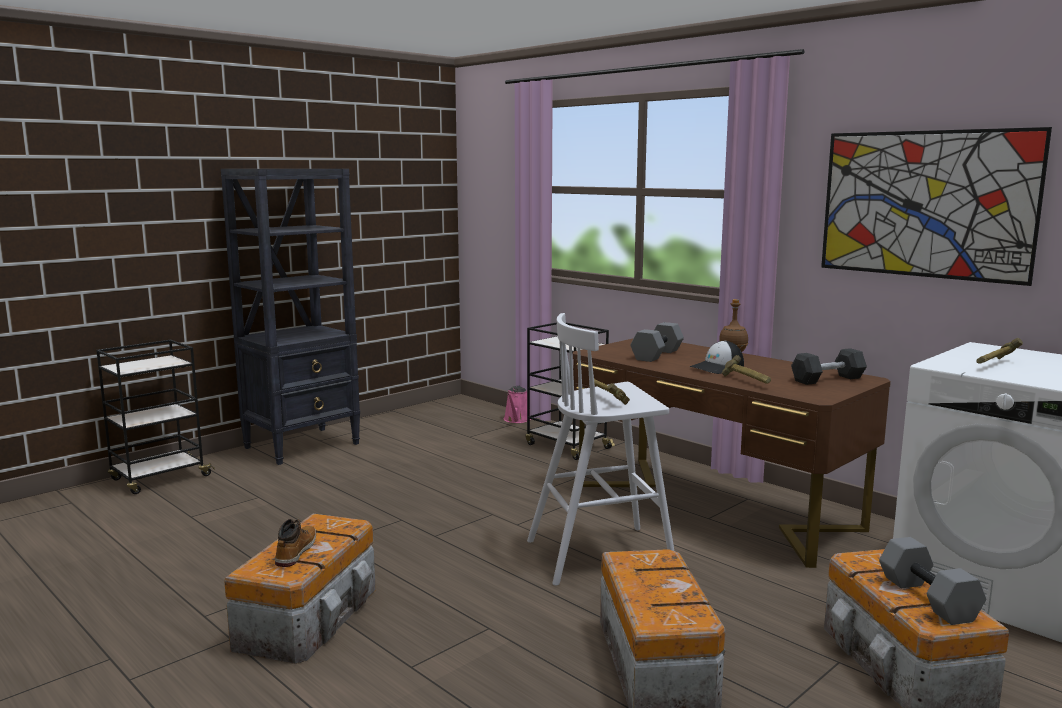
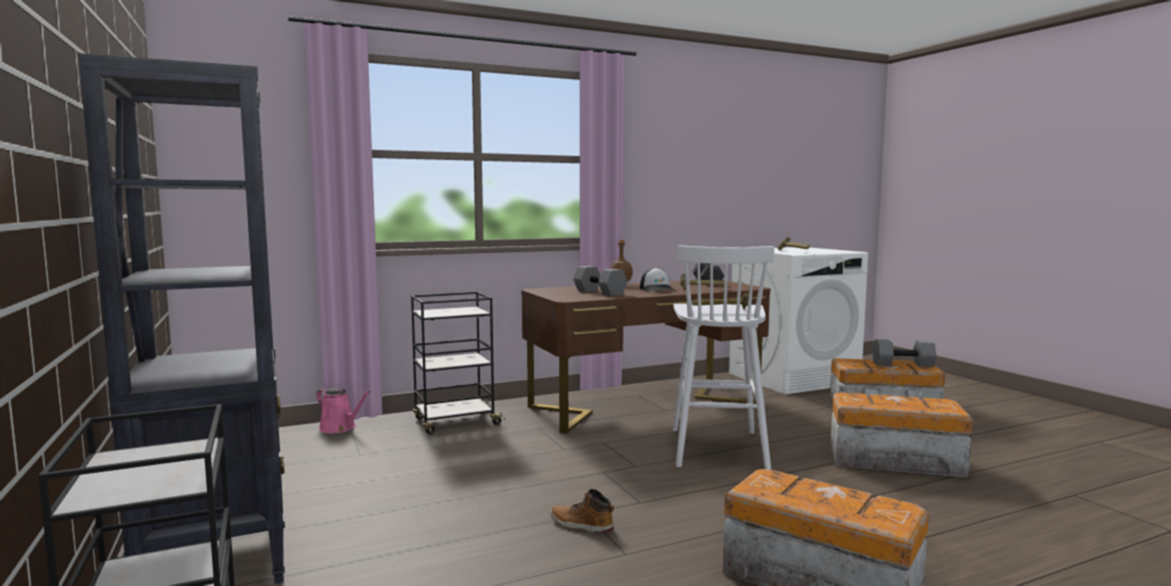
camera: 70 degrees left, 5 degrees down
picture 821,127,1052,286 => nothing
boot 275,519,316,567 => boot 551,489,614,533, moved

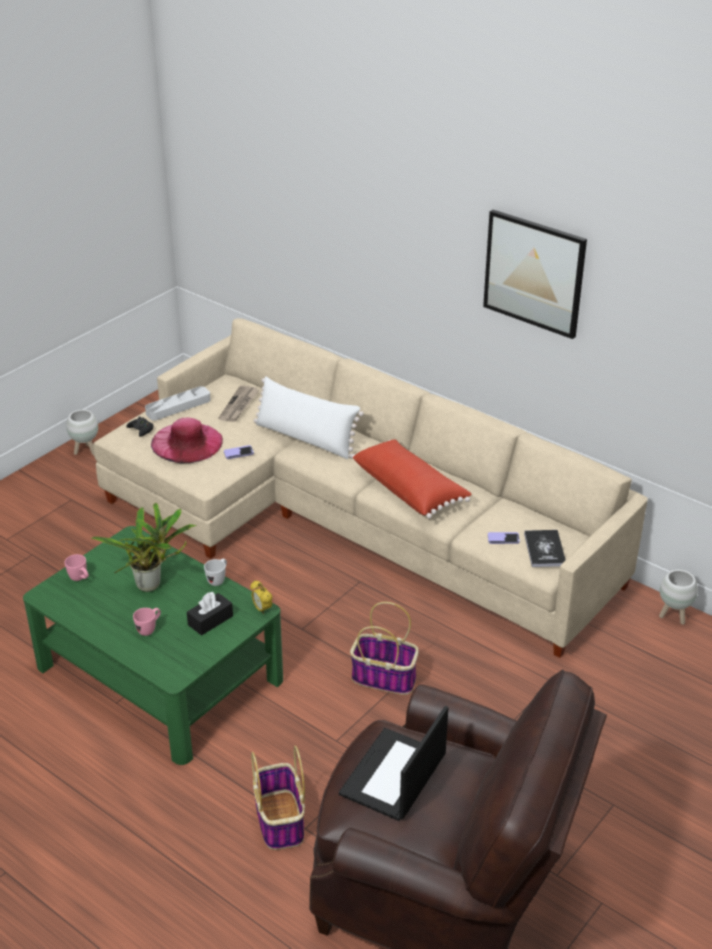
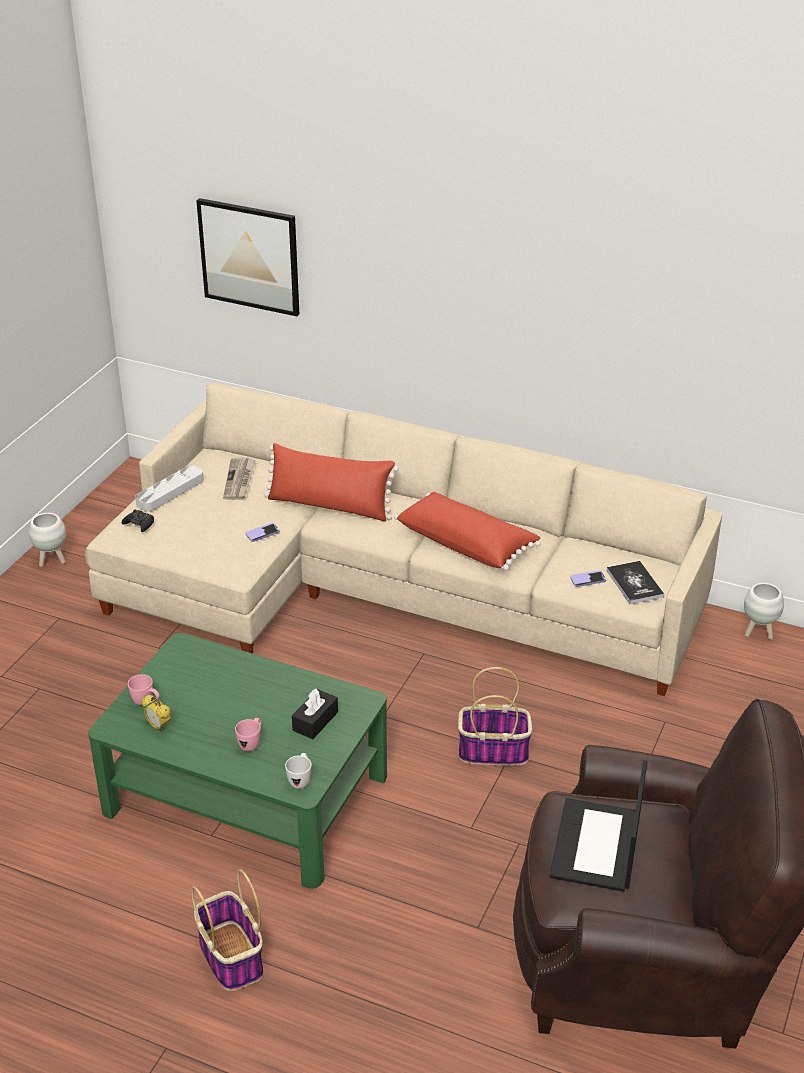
camera: 15 degrees left, 0 degrees up
potted plant 91,503,197,592 => nothing
pink hat 151,418,223,463 => nothing
white mug 204,559,227,586 => white mug 285,753,312,789, moved
alarm clock 250,580,272,615 => alarm clock 142,695,171,732, moved
basket 251,746,305,850 => basket 191,869,263,991, moved
picture 483,210,587,339 => picture 196,198,299,316, moved
white pillow 253,376,364,459 => red pillow 264,443,399,522

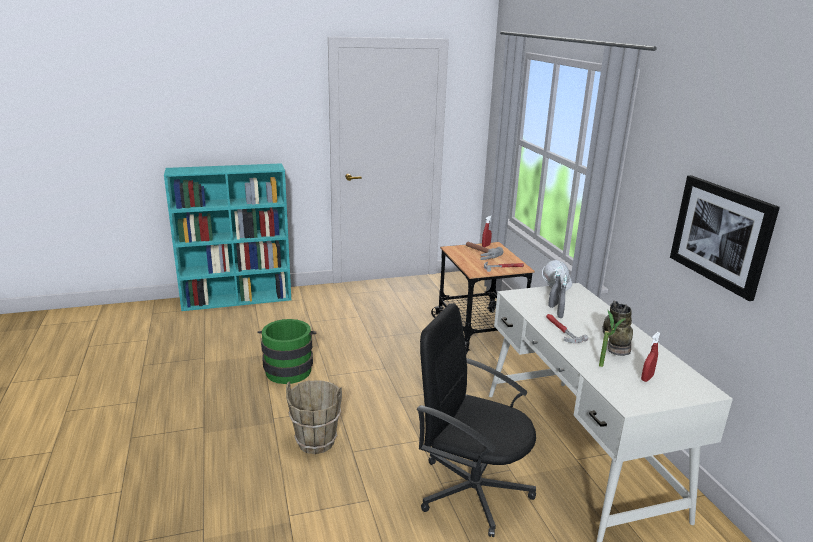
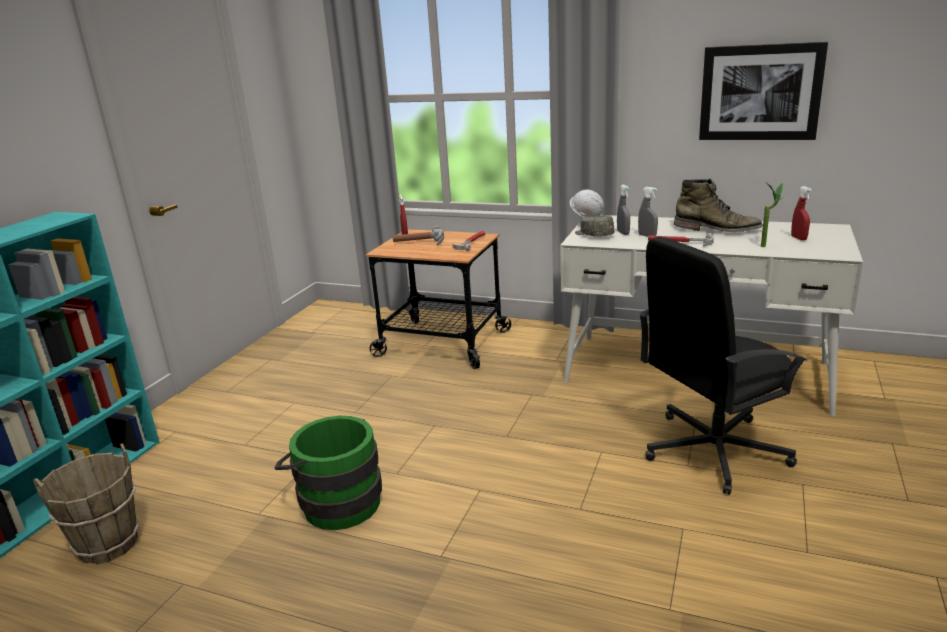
camera: 50 degrees left, 0 degrees up
nothing => grey cap 575,215,614,237
brown bucket 286,380,342,454 => brown bucket 33,443,139,565, moved
green boot 603,301,633,356 => green boot 674,179,763,232, 150 degrees clockwise

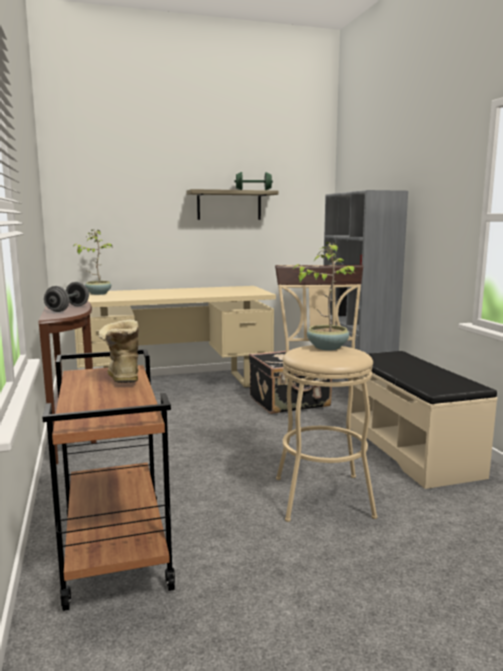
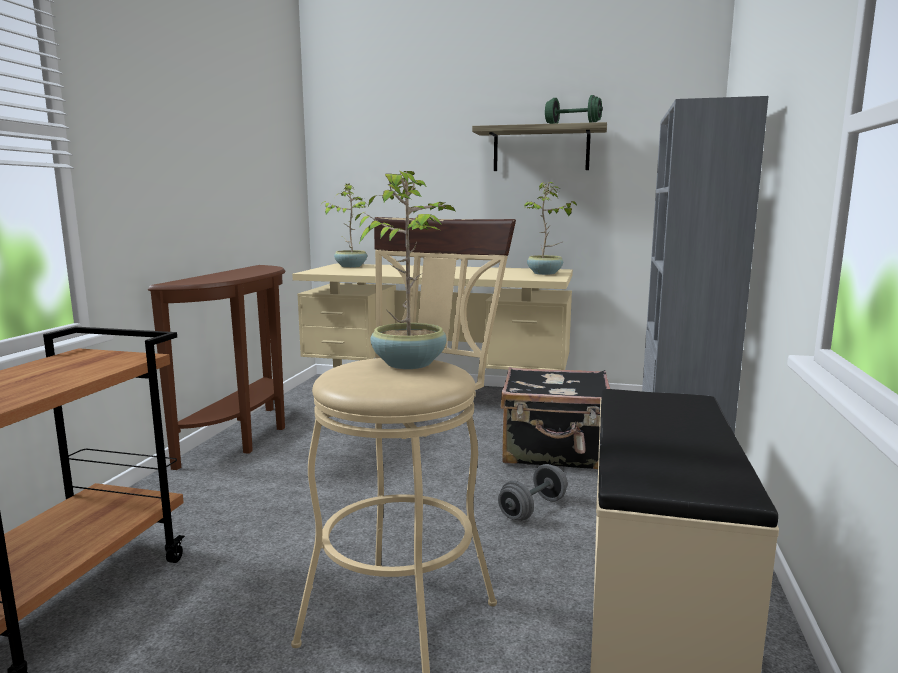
camera: 30 degrees right, 0 degrees up
boot 98,320,139,383 => nothing
nothing => potted plant 524,182,577,275
grey dumbbell 44,282,89,312 => grey dumbbell 498,464,567,521, moved

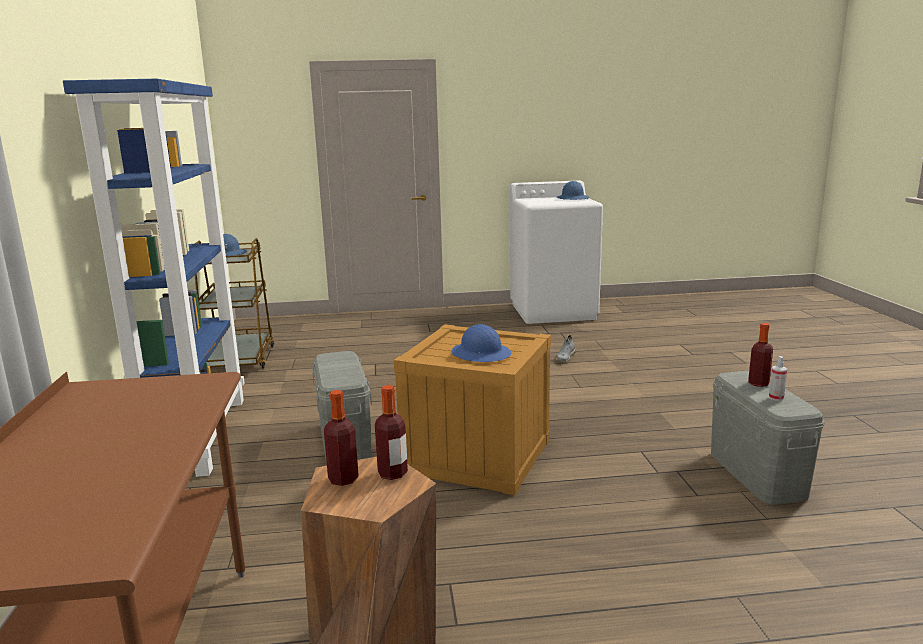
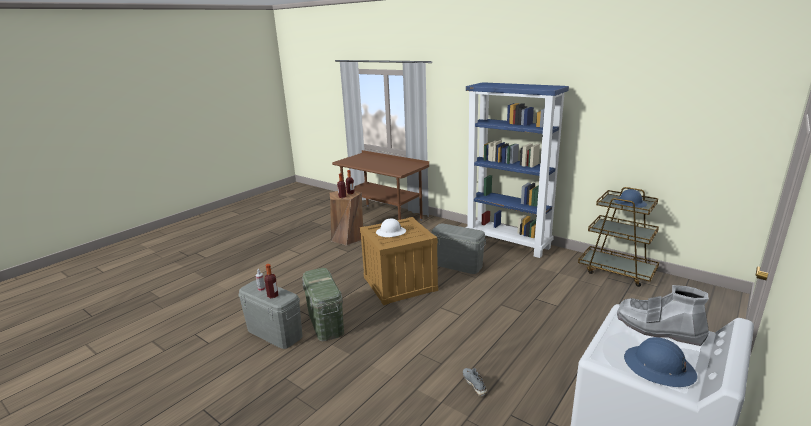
camera: 135 degrees right, 5 degrees up
nothing => green storage box 302,268,344,342
nothing => grey boot 617,285,709,346
blue hard hat 451,324,511,362 => white hard hat 376,218,406,237

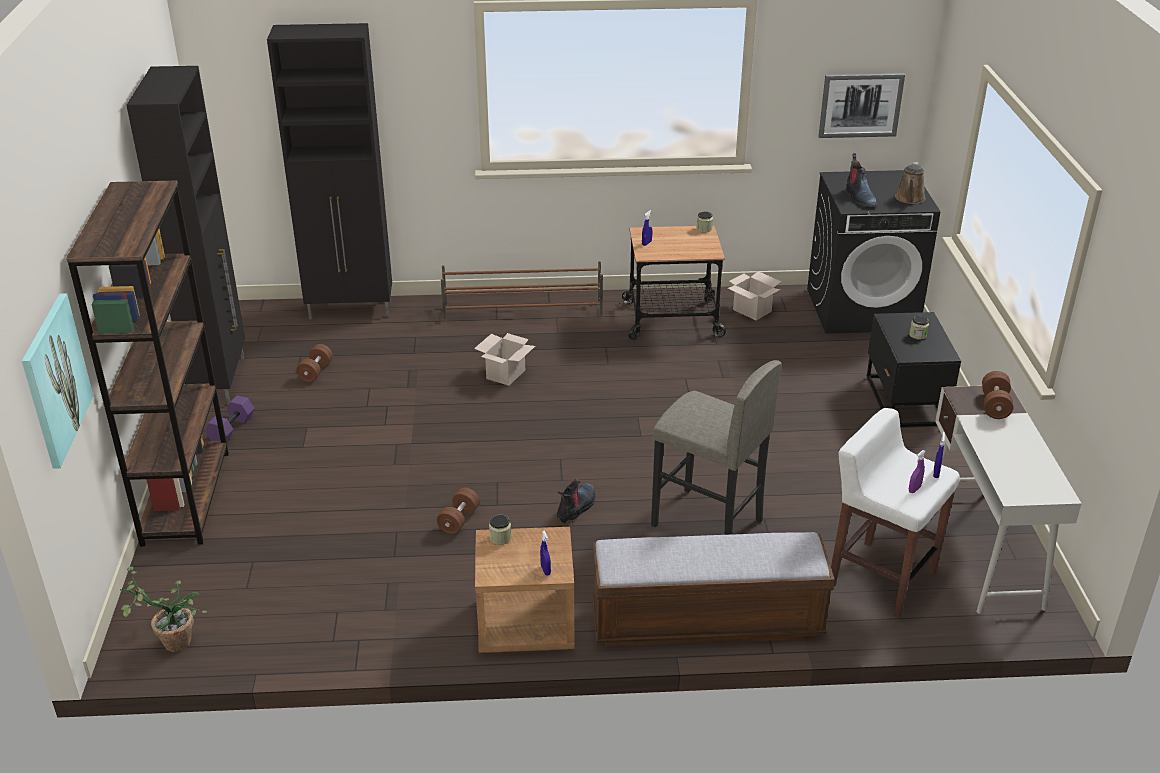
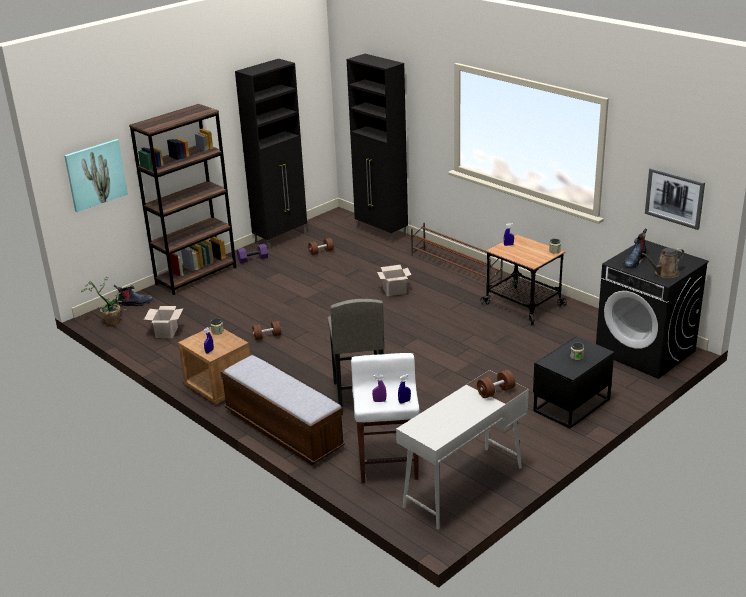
camera: 50 degrees right, 5 degrees down
boot 557,479,596,523 => boot 114,285,153,306, moved
cardboard box 727,271,781,320 => cardboard box 144,306,183,338, moved

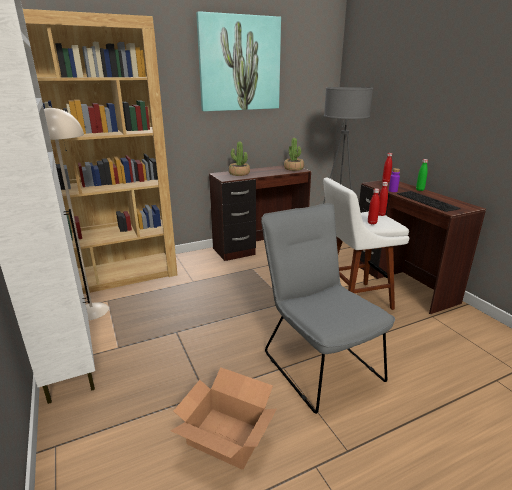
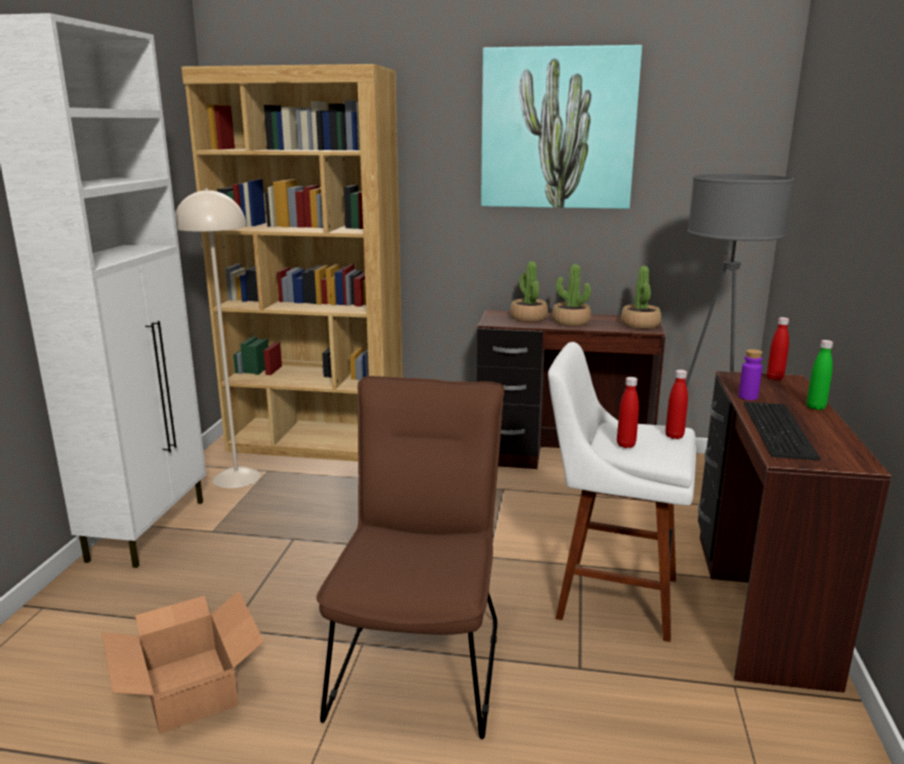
camera: 35 degrees right, 5 degrees down
nothing => potted plant 552,264,591,326
grey chair 261,203,395,414 => brown chair 316,376,505,739

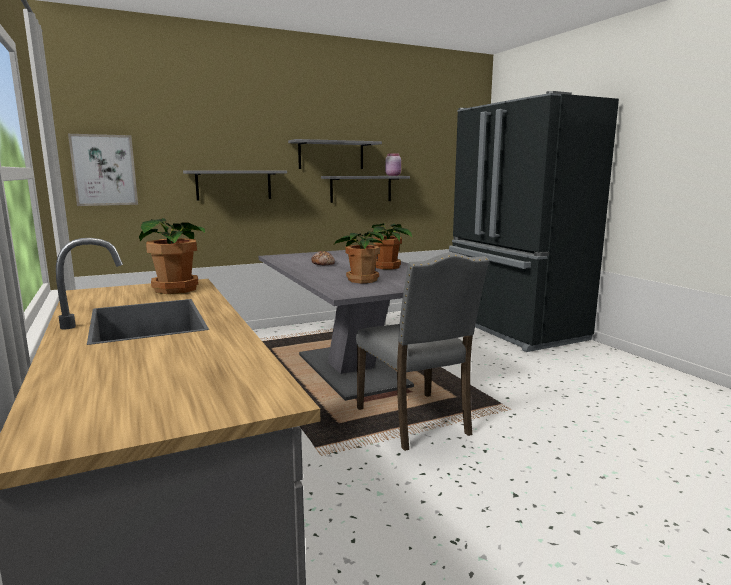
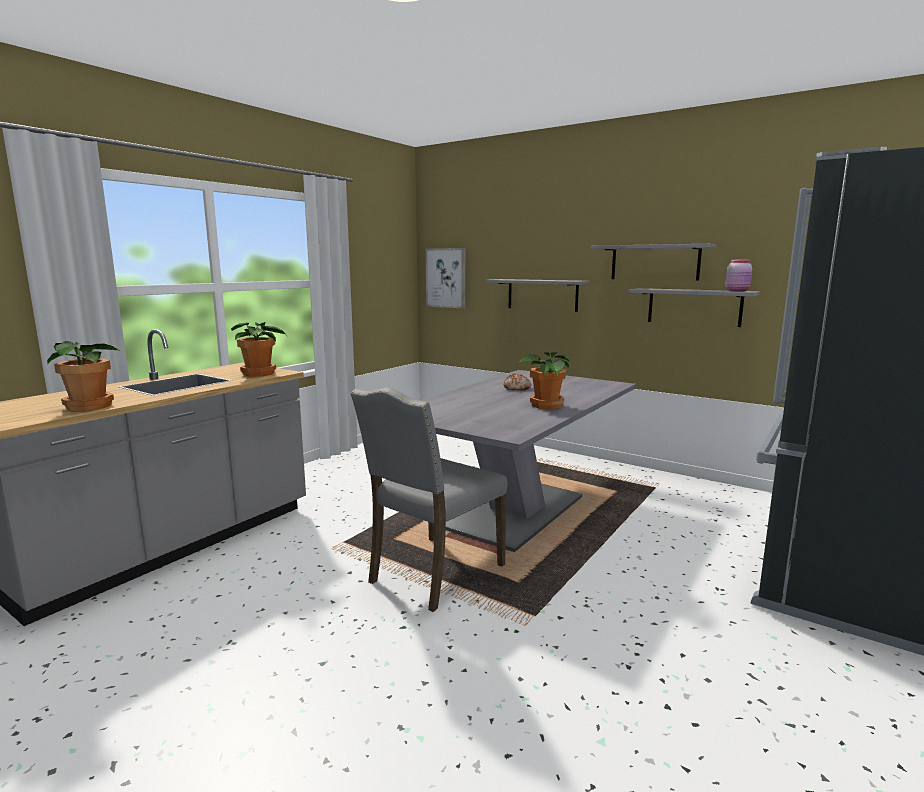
camera: 60 degrees right, 0 degrees up
potted plant 333,231,384,283 => potted plant 47,341,121,411, moved

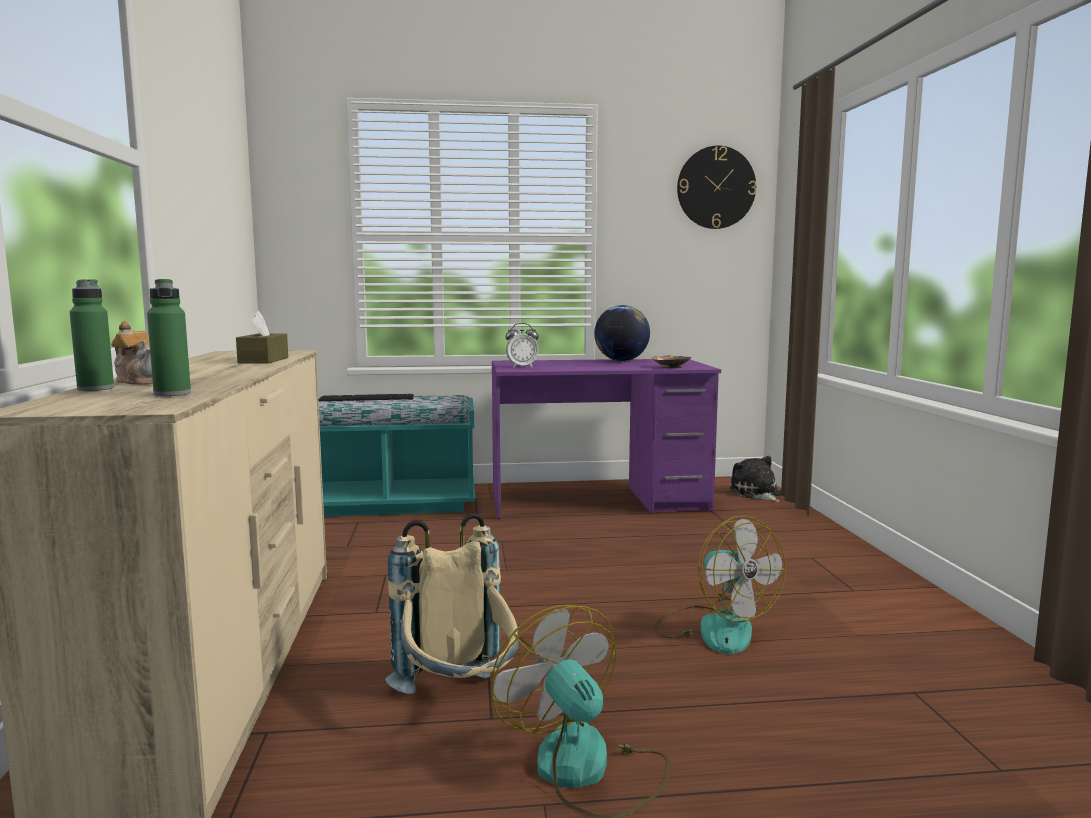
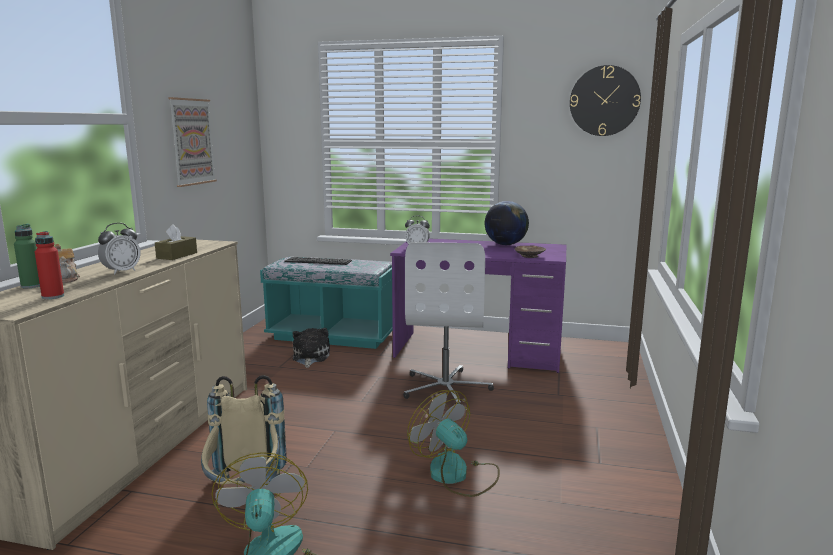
camera: 20 degrees right, 5 degrees up
nothing => alarm clock 98,223,141,275
nothing => picture 168,97,217,187
nothing => white office chair 403,242,494,404
plush toy 730,456,781,502 => plush toy 293,328,330,368, moved
green bottle 147,279,191,396 => red bottle 35,231,64,299
fan 654,515,786,654 => fan 407,390,500,497, 150 degrees clockwise

